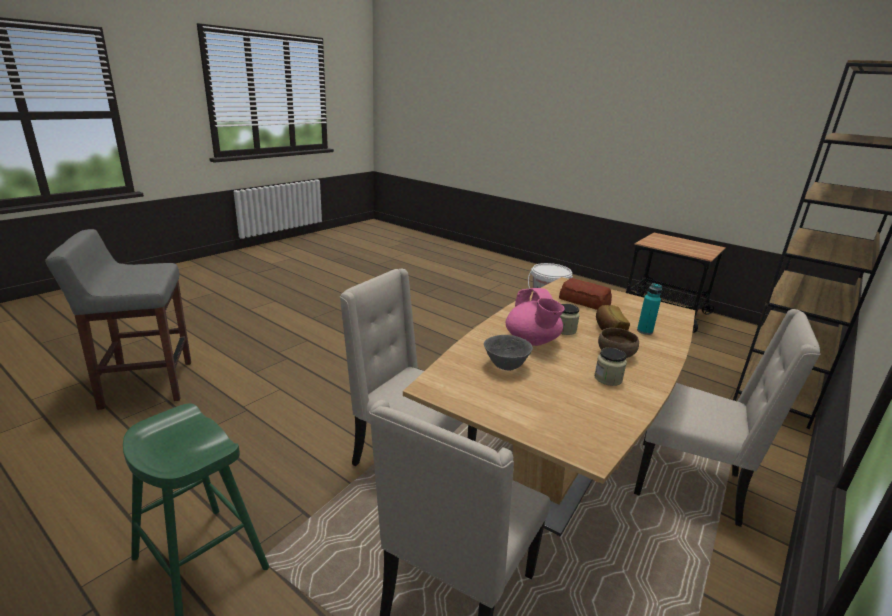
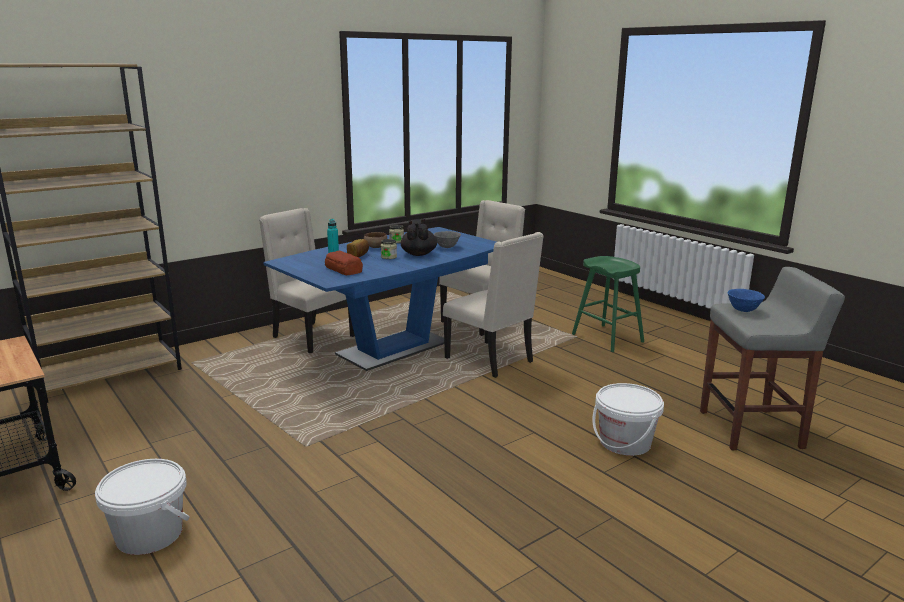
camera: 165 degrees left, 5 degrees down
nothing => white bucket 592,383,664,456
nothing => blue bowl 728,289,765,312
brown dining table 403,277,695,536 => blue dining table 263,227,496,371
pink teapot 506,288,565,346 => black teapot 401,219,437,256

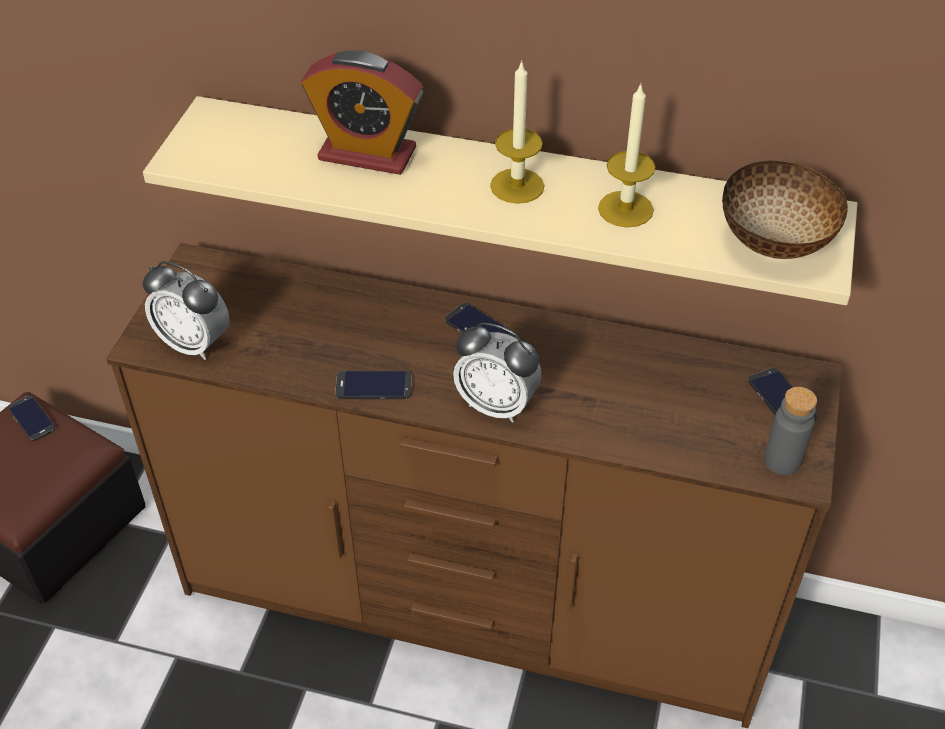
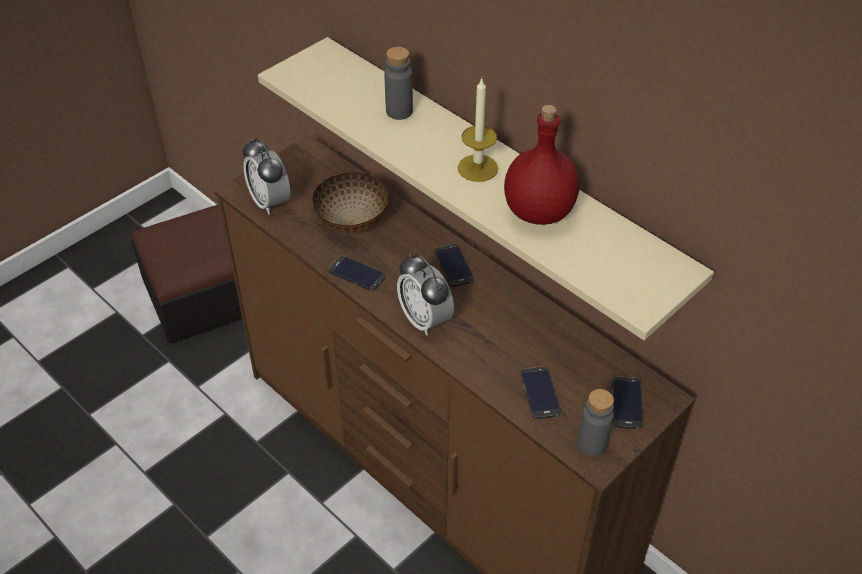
camera: 30 degrees right, 0 degrees up
phone 8,396,56,441 => phone 521,367,561,419, moved
bowl 722,160,848,259 => bowl 312,172,389,234, moved
alarm clock 301,50,423,175 => grey bottle 384,47,413,120
candle 598,83,655,228 => red bottle 504,105,579,225

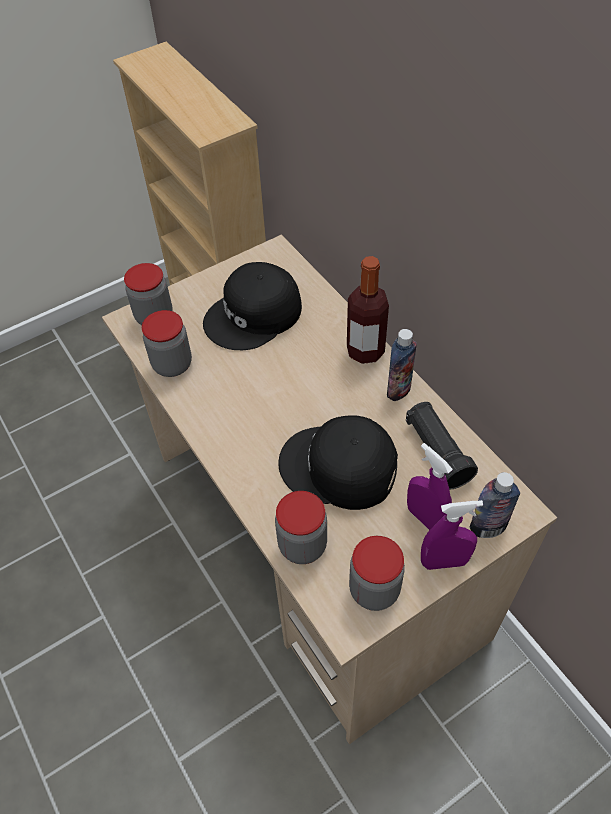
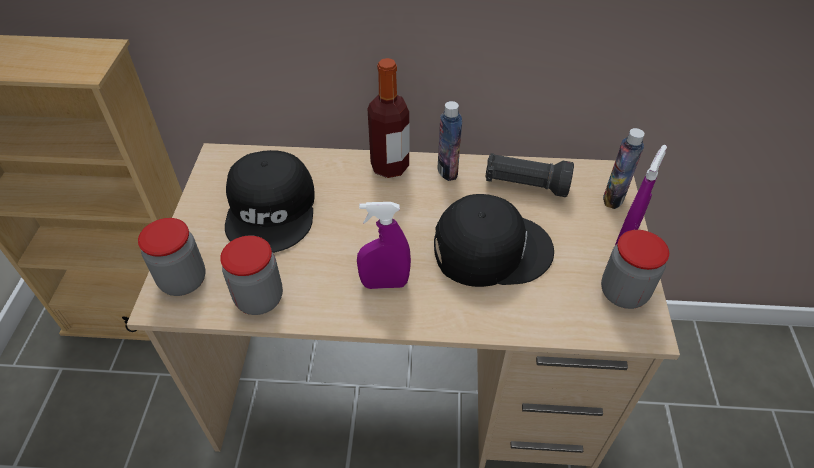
camera: 55 degrees left, 5 degrees down
jar 275,491,327,564 => nothing
purple spray bottle 407,443,453,530 => purple spray bottle 357,202,411,289, moved
black cap 278,415,398,510 => black cap 434,194,554,287, 150 degrees counterclockwise

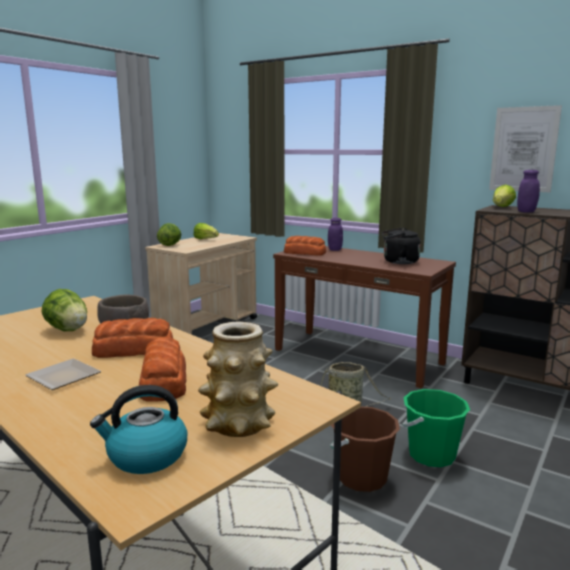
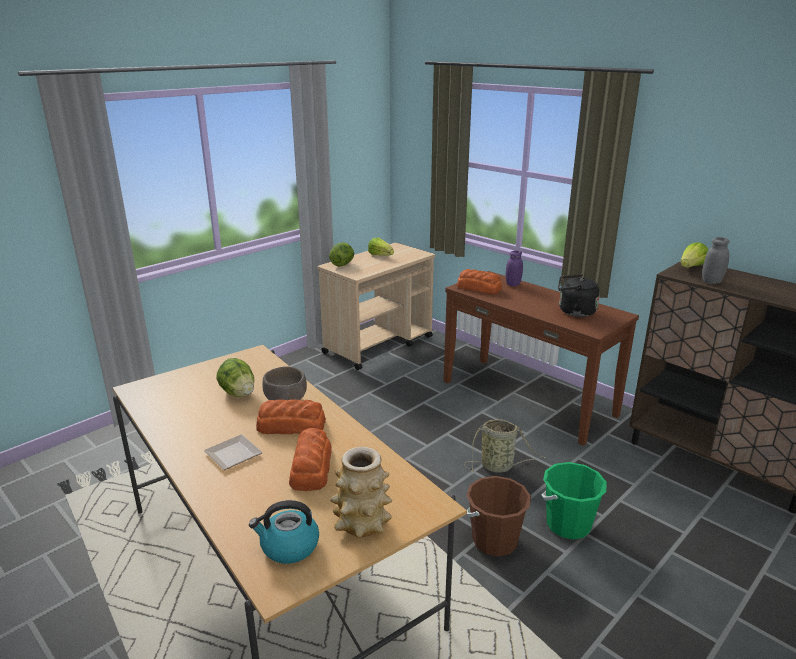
camera: 10 degrees right, 10 degrees up
picture 489,105,562,192 => nothing
purple jar 517,170,540,213 => grey jar 702,237,730,284

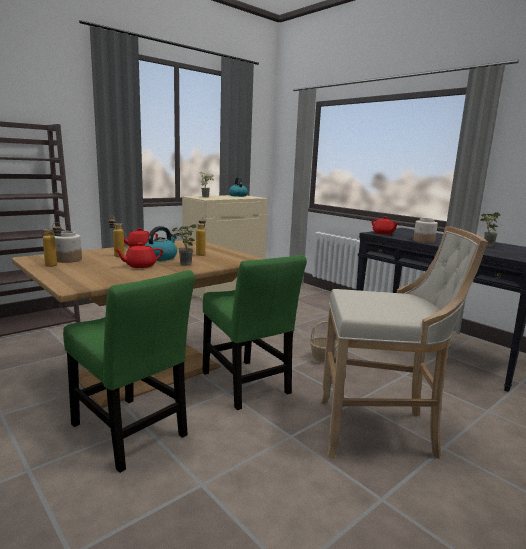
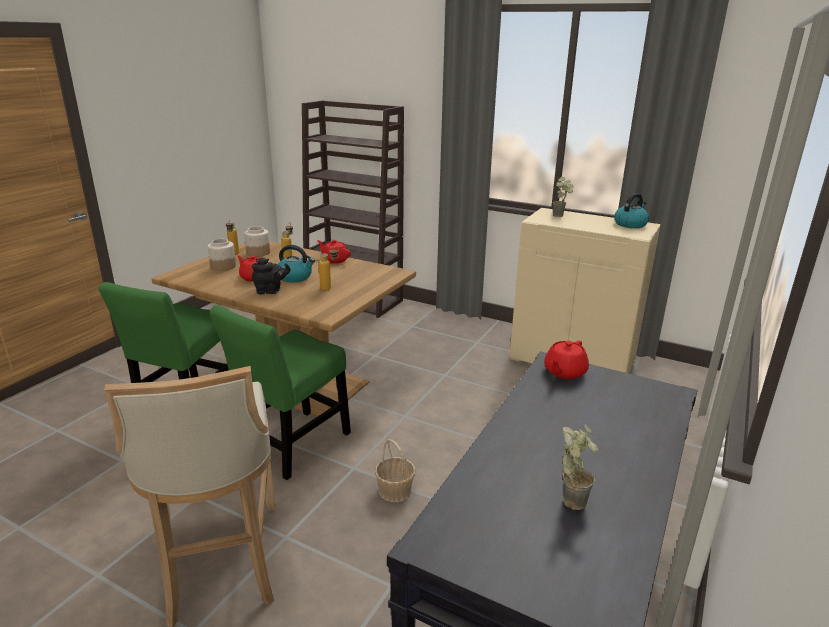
camera: 70 degrees right, 10 degrees up
jar 413,218,438,243 => jar 208,239,236,271, moved
potted plant 172,224,197,266 => black teapot 252,258,291,294

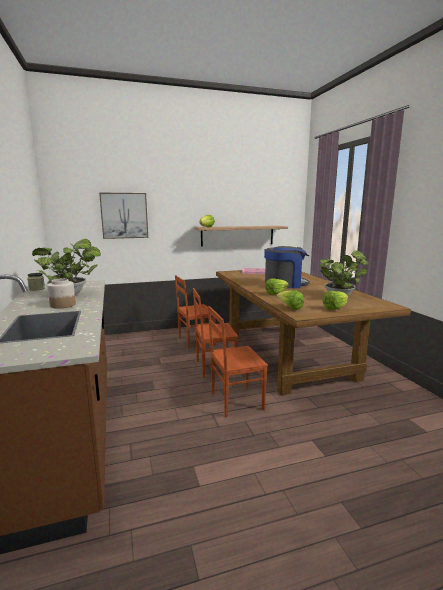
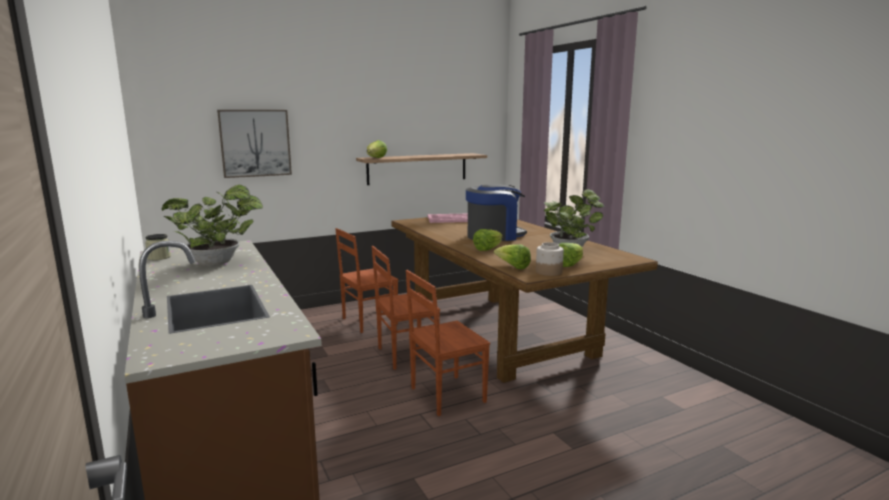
camera: 10 degrees left, 0 degrees up
jar 47,278,76,309 => jar 536,242,564,276, moved

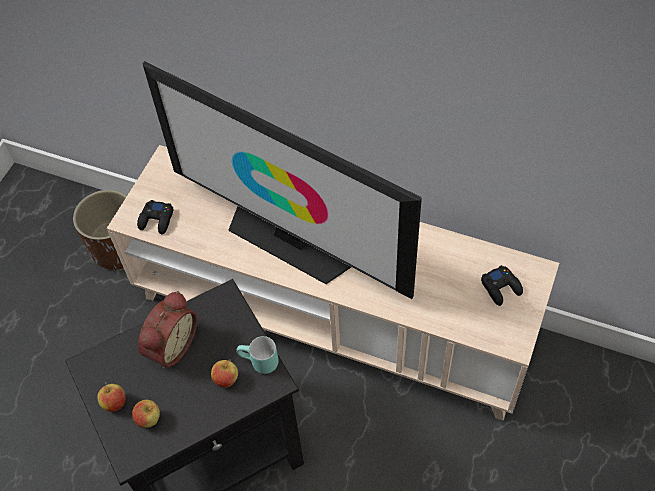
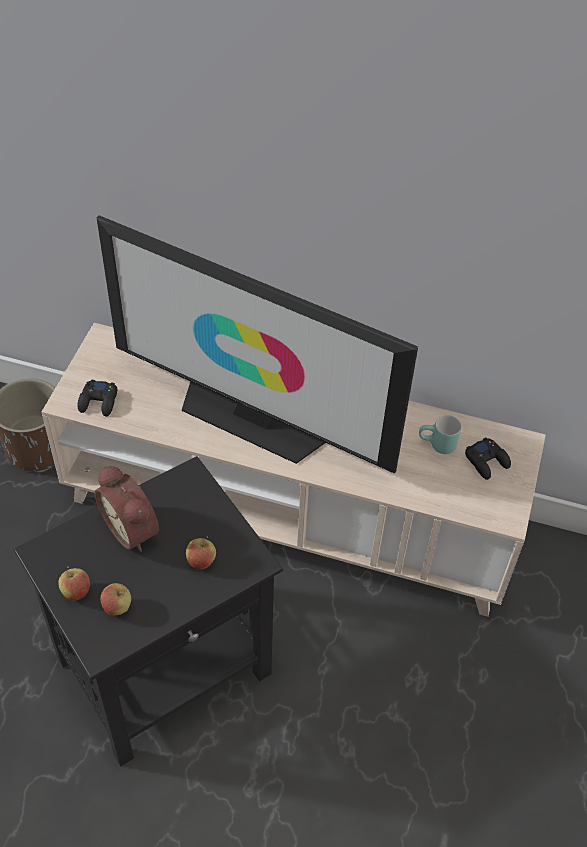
camera: 10 degrees left, 5 degrees down
turquoise mug 236,336,279,374 => turquoise mug 419,415,461,454, moved
alarm clock 138,291,197,369 => alarm clock 94,465,159,552, 120 degrees clockwise

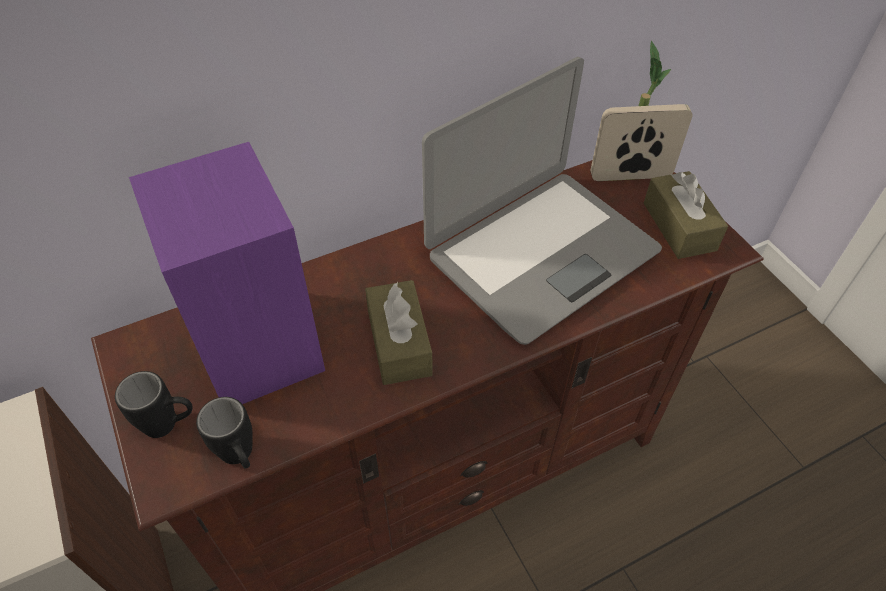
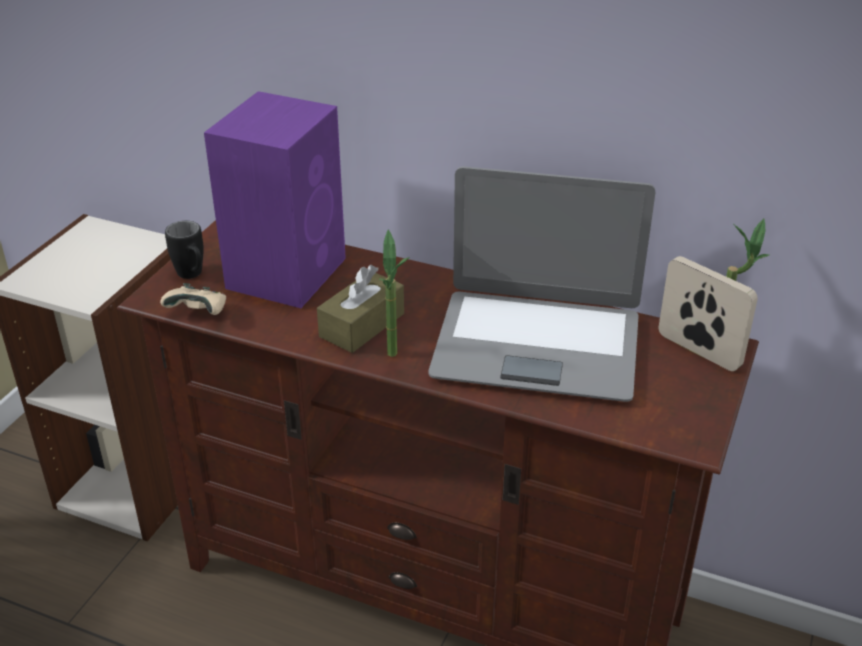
camera: 50 degrees right, 15 degrees down
brown tissue box 644,171,728,259 => nothing
nothing => potted plant 379,229,410,357
black mug 196,397,253,469 => beige game controller 160,283,226,315

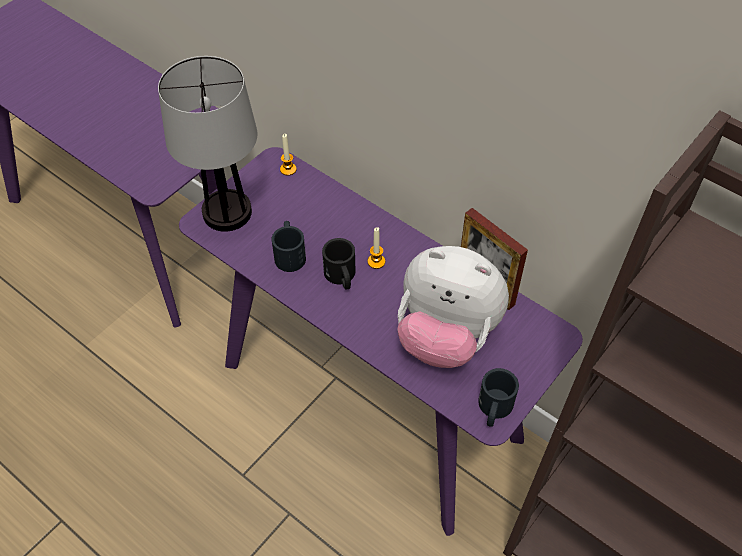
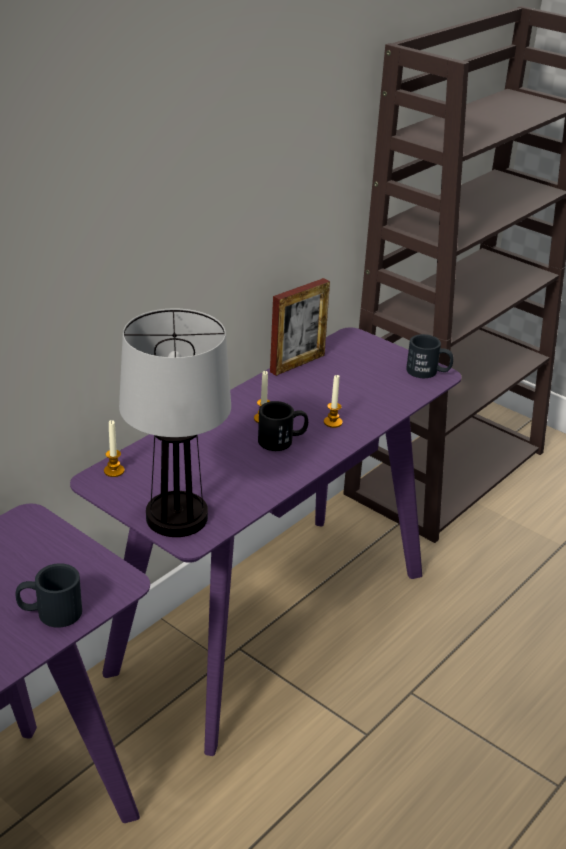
camera: 90 degrees left, 20 degrees down
plush toy 397,246,509,368 => nothing
nothing => candle 324,375,343,428
black mug 272,221,306,272 => black mug 16,563,82,628, moved

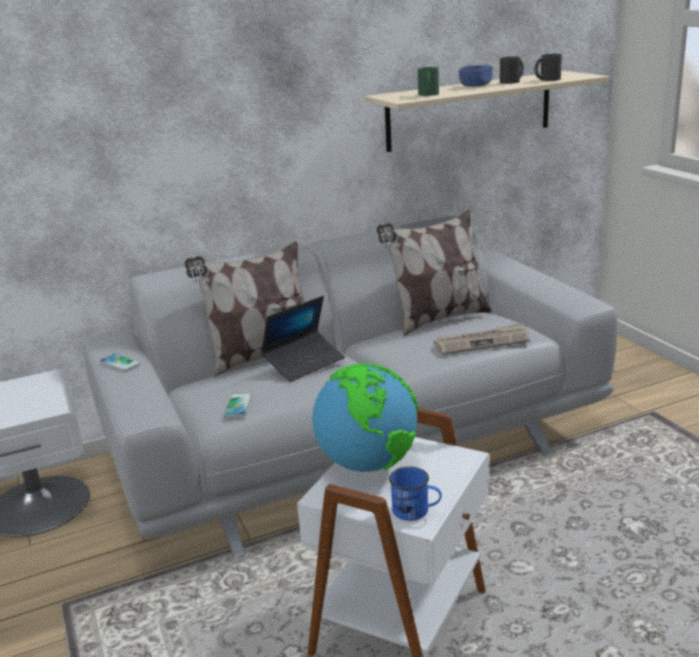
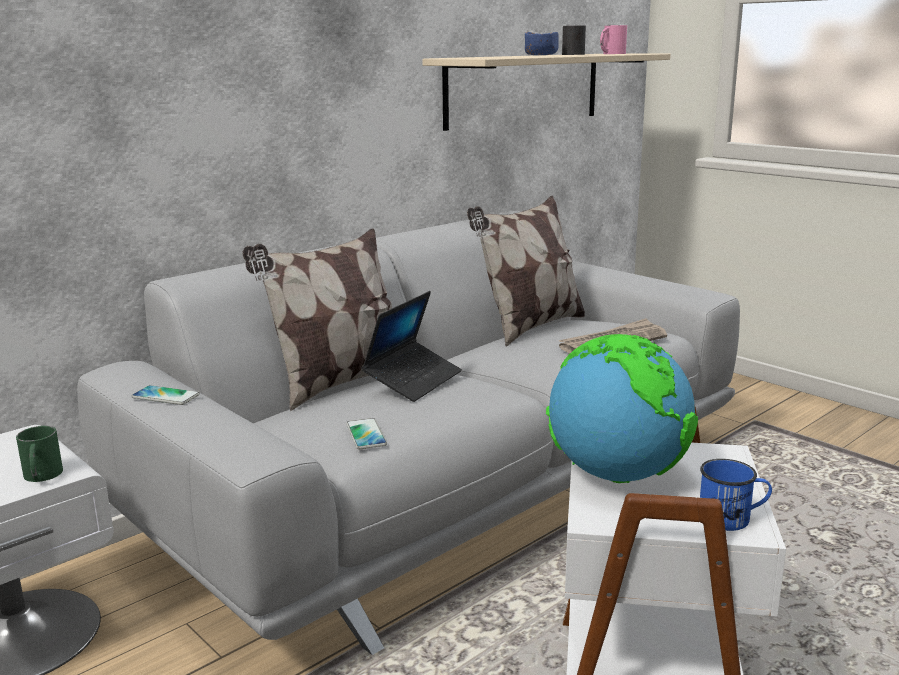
camera: 20 degrees left, 5 degrees down
green mug 418,67,439,96 => green mug 16,426,63,482, moved
black mug 534,54,562,81 => pink mug 600,25,627,54

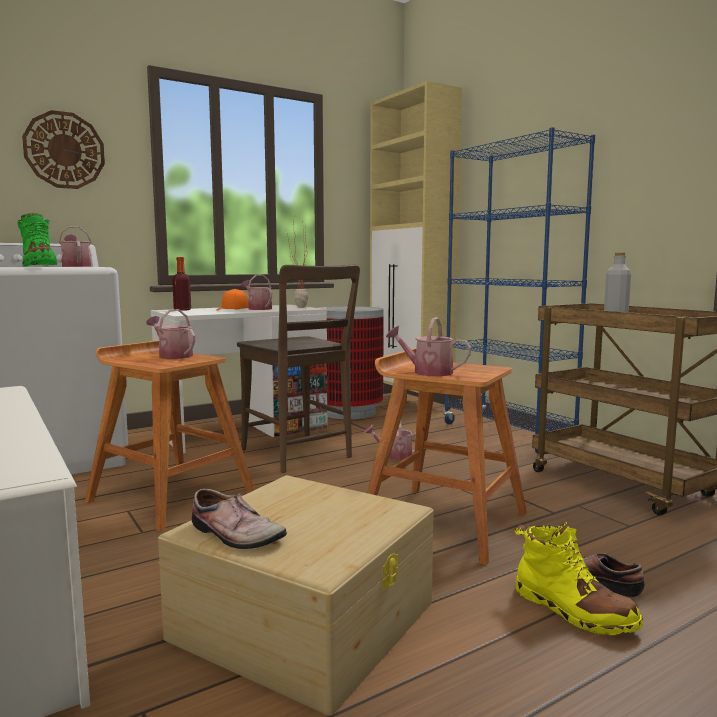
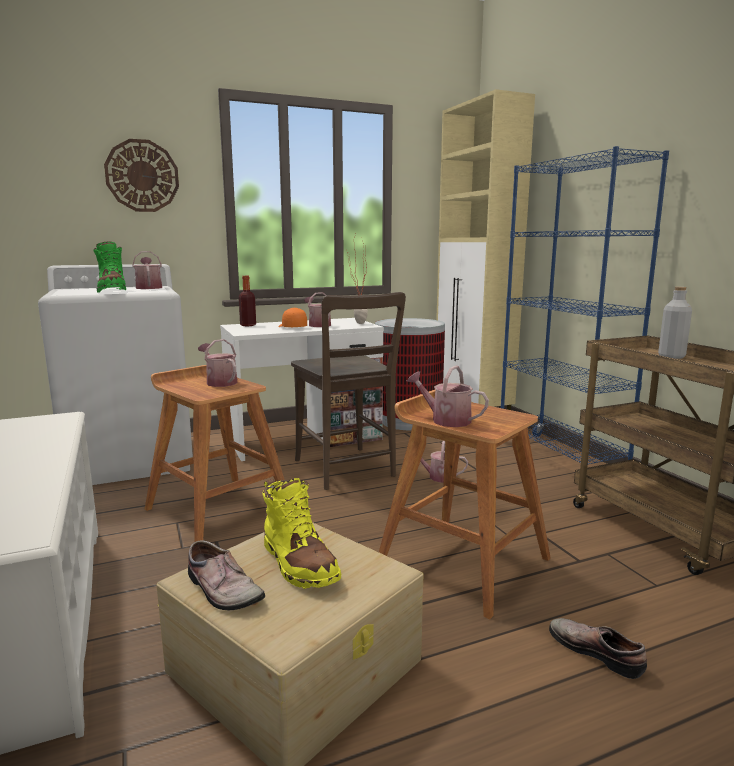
camera: 10 degrees right, 5 degrees up
yellow boot 514,522,643,636 => yellow boot 262,478,342,589, moved

